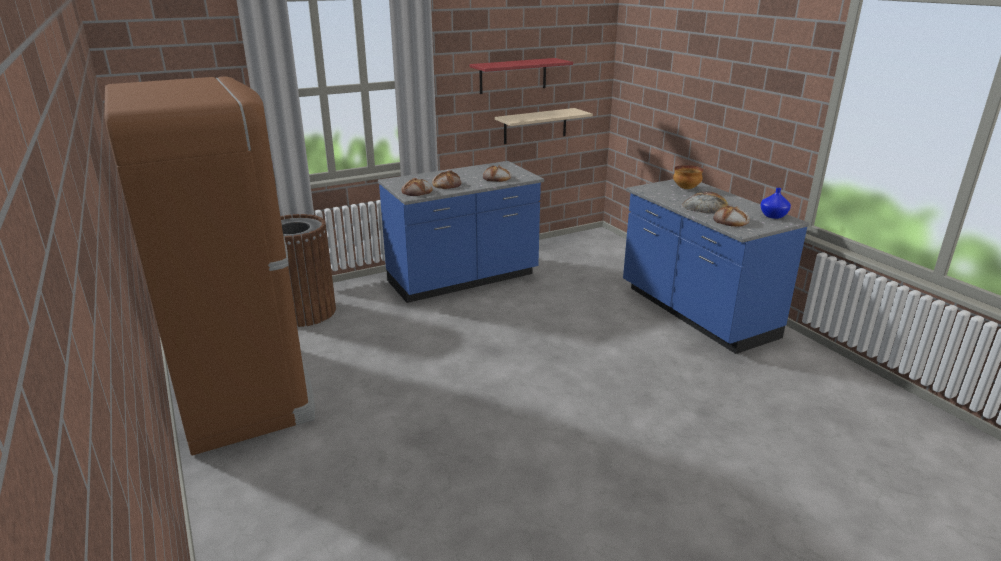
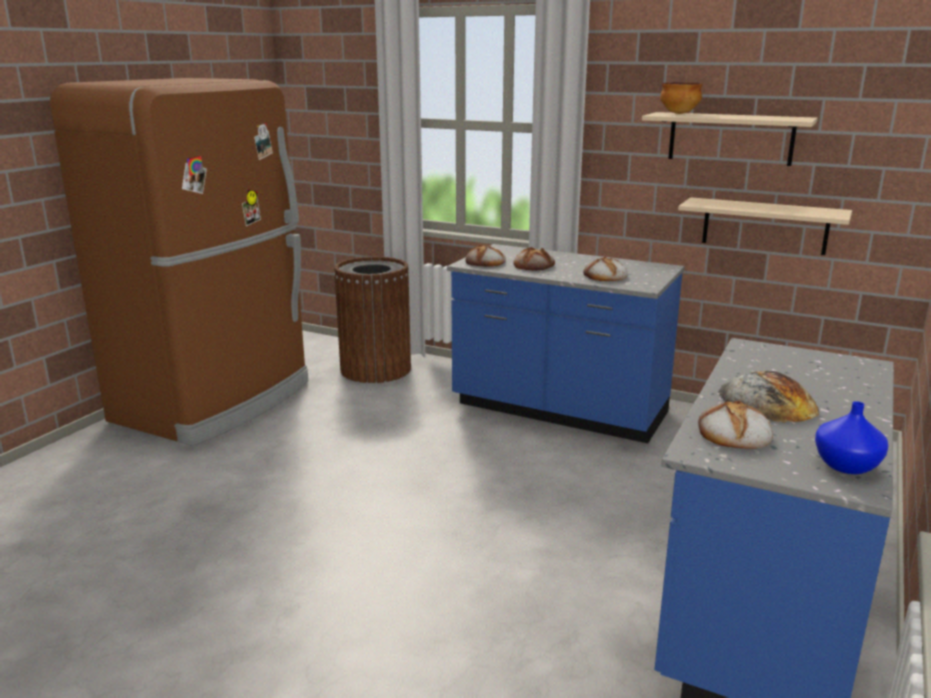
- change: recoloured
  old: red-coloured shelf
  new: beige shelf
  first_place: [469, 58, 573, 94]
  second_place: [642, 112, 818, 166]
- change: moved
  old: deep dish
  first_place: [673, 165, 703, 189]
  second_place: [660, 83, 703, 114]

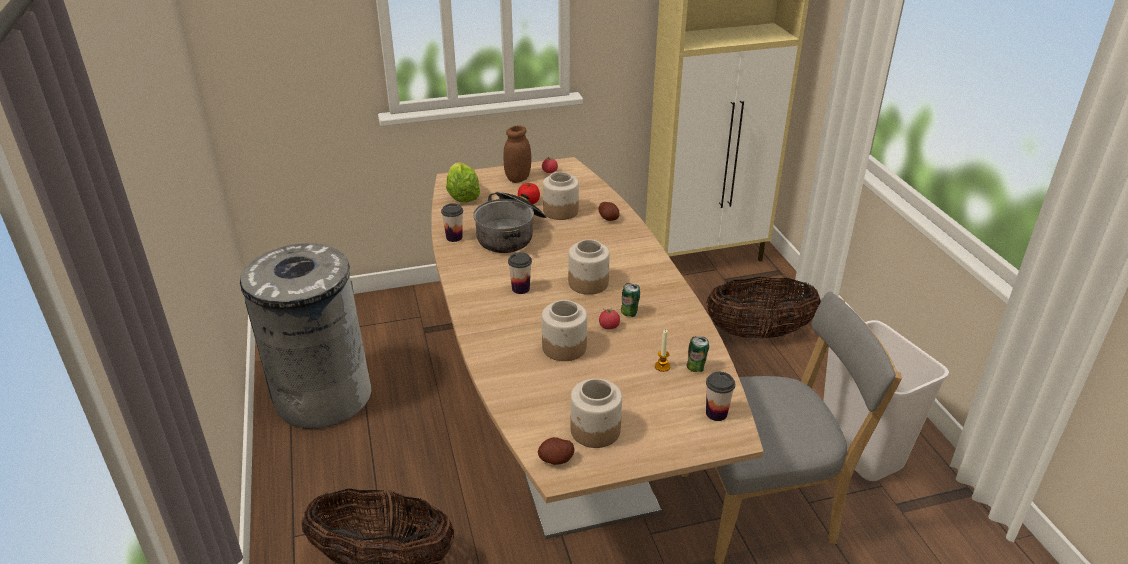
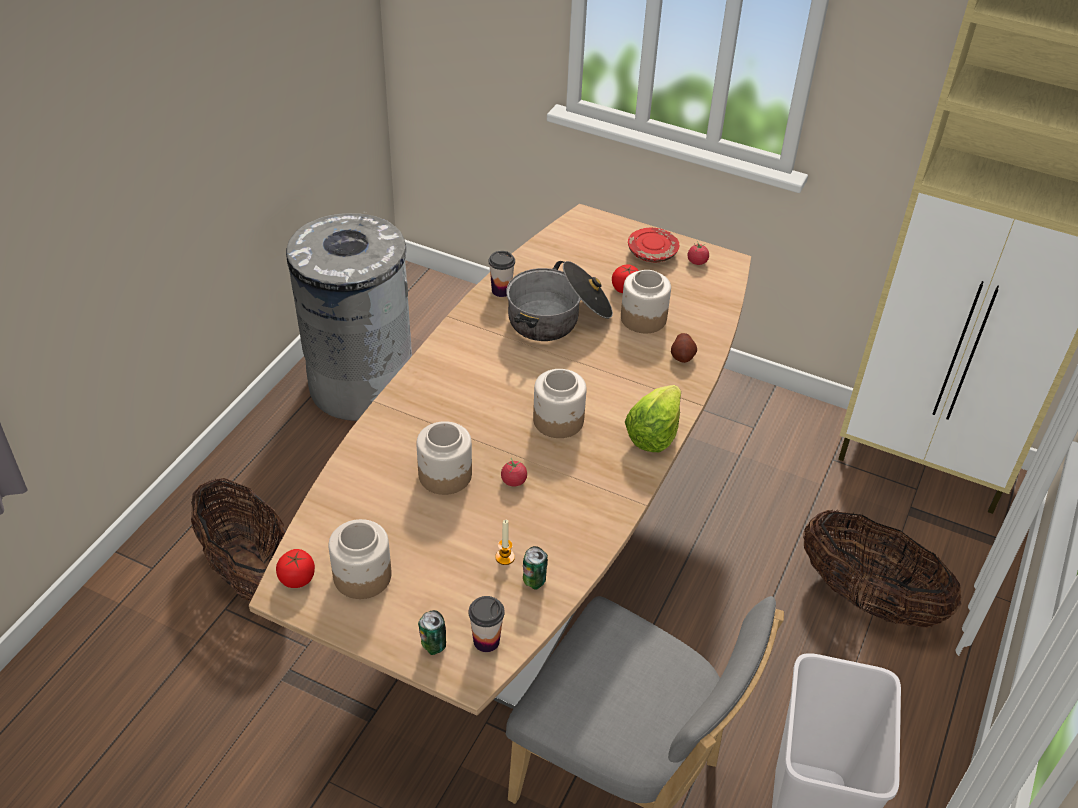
- change: replaced
  old: whole potato
  new: fresh tomato
  first_place: [538, 437, 575, 465]
  second_place: [276, 549, 315, 588]
- change: moved
  old: metal can
  first_place: [621, 283, 640, 317]
  second_place: [418, 610, 446, 655]
- change: moved
  old: head of lettuce
  first_place: [446, 162, 480, 203]
  second_place: [625, 385, 681, 453]
- change: replaced
  old: brown-coloured storage jar
  new: red-coloured plate
  first_place: [503, 125, 531, 183]
  second_place: [628, 228, 679, 262]
- change: removed
  old: small cup
  first_place: [508, 252, 532, 294]

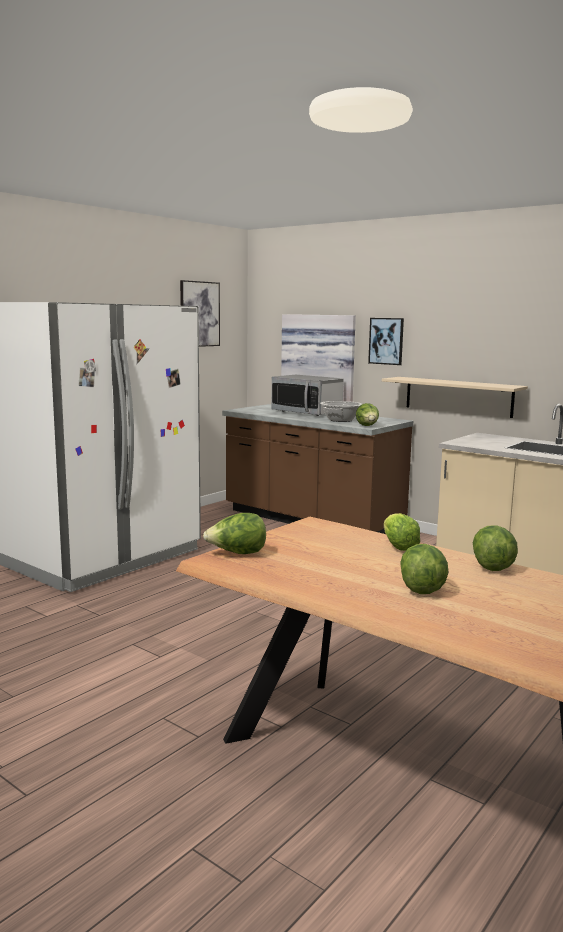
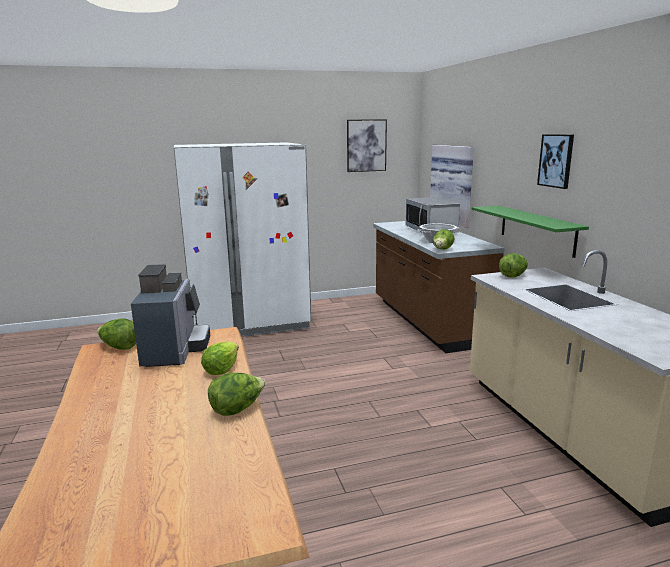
- change: added
  new: coffee machine
  second_place: [131, 264, 210, 367]
- change: recoloured
  old: beige shelf
  new: green-coloured shelf
  first_place: [382, 377, 528, 418]
  second_place: [472, 206, 589, 258]
- change: moved
  old: head of lettuce
  first_place: [400, 544, 449, 594]
  second_place: [499, 253, 528, 278]
- change: moved
  old: wall art
  first_place: [368, 318, 404, 365]
  second_place: [537, 134, 574, 189]

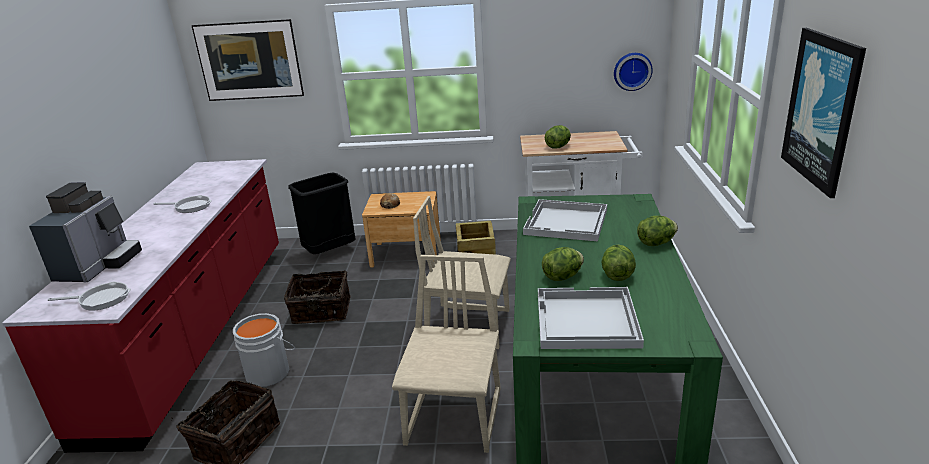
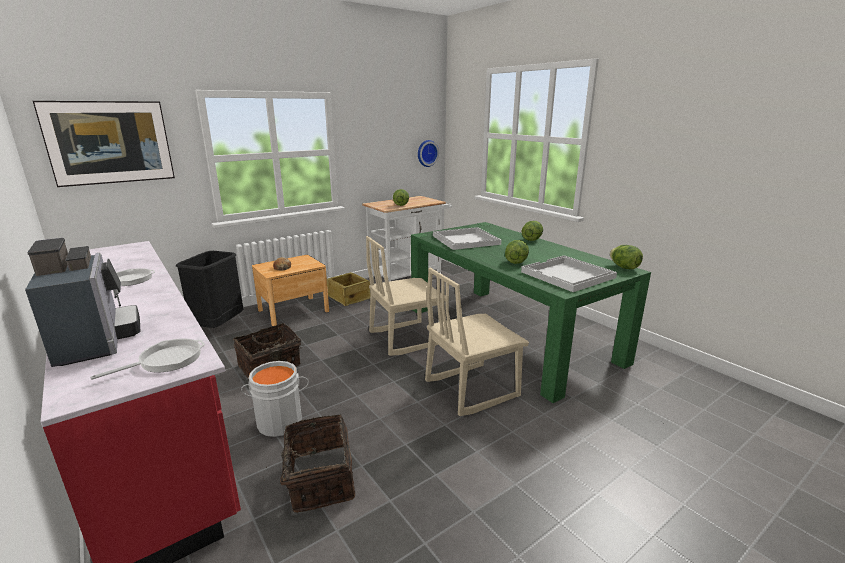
- change: turned
  old: beige plain chair
  first_place: [392, 255, 501, 453]
  second_place: [425, 267, 529, 416]
  degrees: -90
- change: moved
  old: head of lettuce
  first_place: [601, 245, 636, 281]
  second_place: [610, 245, 643, 269]
- change: removed
  old: wall art
  first_place: [781, 28, 866, 198]

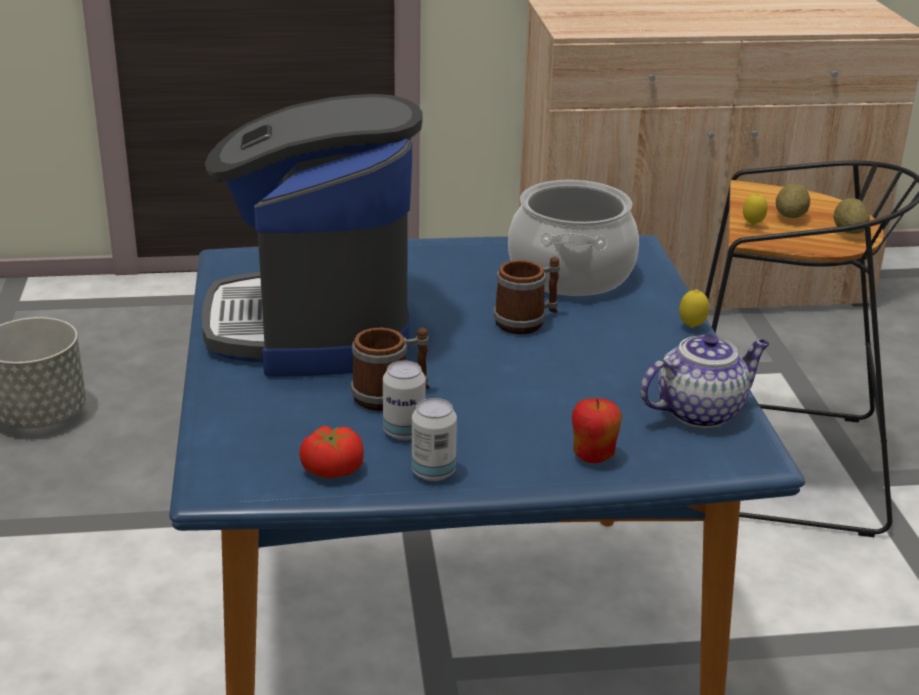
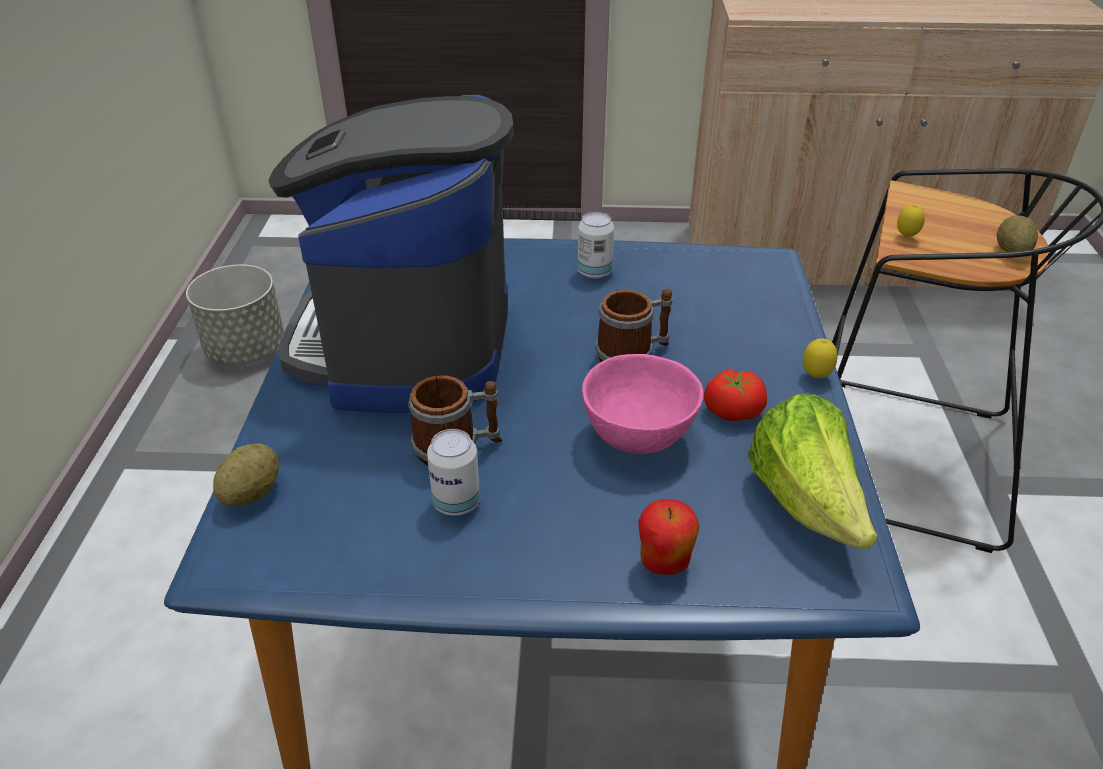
- change: moved
  old: whole potato
  first_place: [776, 183, 810, 218]
  second_place: [213, 444, 279, 507]
- change: moved
  old: metal can
  first_place: [412, 398, 457, 481]
  second_place: [577, 212, 614, 279]
- change: added
  new: pinkish deep dish
  second_place: [582, 354, 703, 454]
- change: moved
  old: fresh tomato
  first_place: [299, 425, 364, 478]
  second_place: [704, 368, 767, 421]
- change: replaced
  old: pot for tea
  new: head of lettuce
  first_place: [640, 334, 770, 428]
  second_place: [748, 394, 878, 549]
- change: removed
  old: saucepot
  first_place: [508, 180, 639, 296]

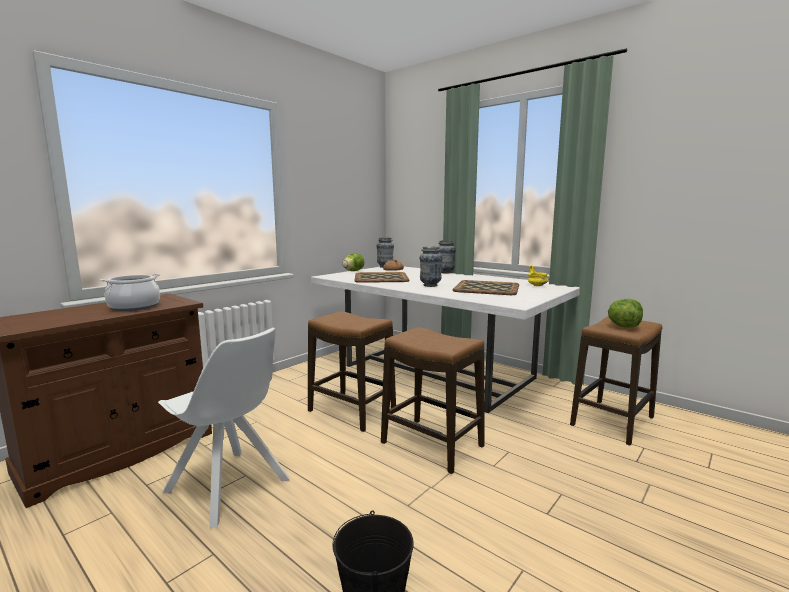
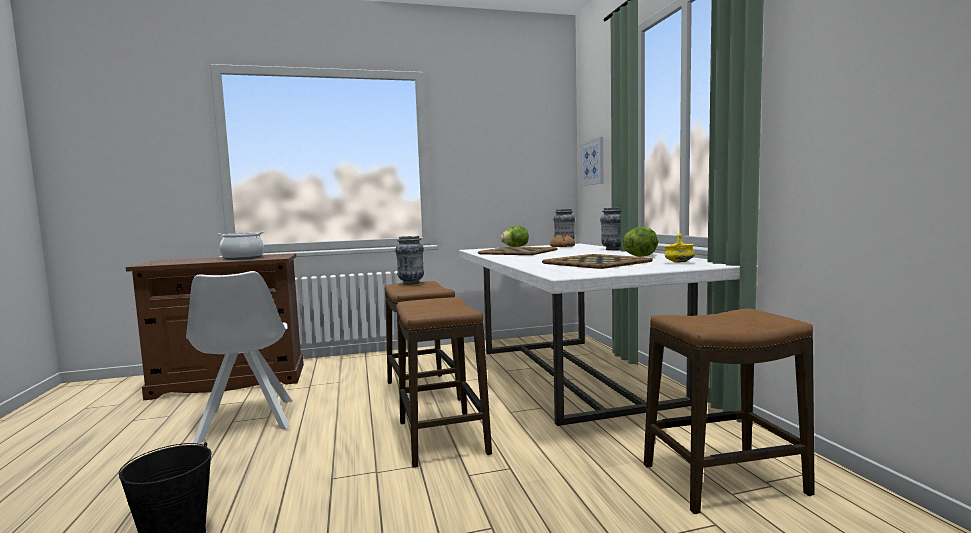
- change: moved
  old: flower vase
  first_place: [420, 246, 443, 287]
  second_place: [395, 236, 424, 285]
- change: added
  new: wall art
  second_place: [580, 137, 603, 186]
- change: moved
  old: head of lettuce
  first_place: [608, 299, 643, 328]
  second_place: [623, 227, 659, 257]

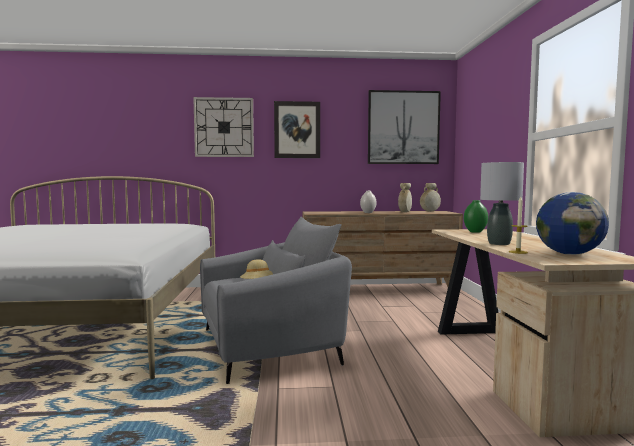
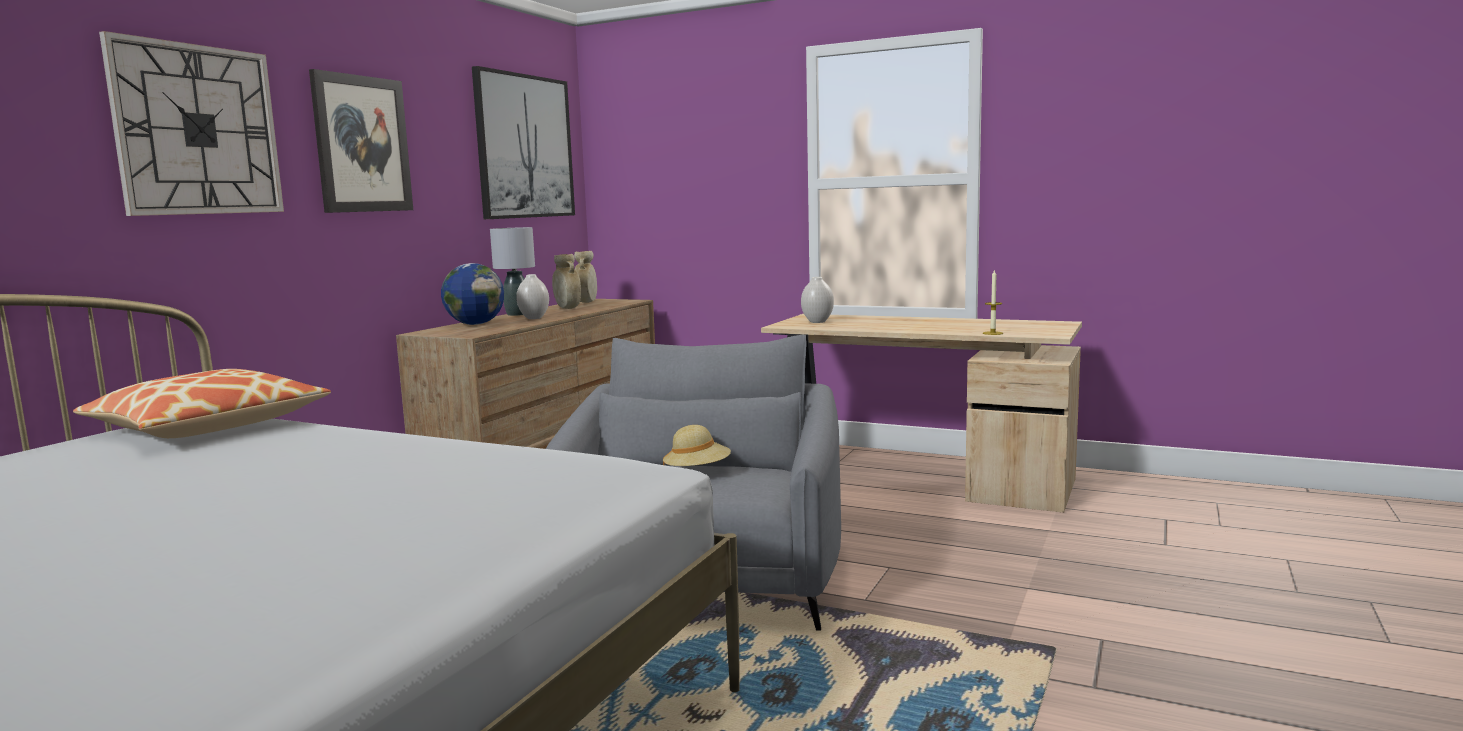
- change: added
  new: pillow
  second_place: [73, 369, 331, 438]
- change: moved
  old: desk globe
  first_place: [536, 192, 609, 255]
  second_place: [441, 263, 504, 325]
- change: moved
  old: gray lamp for a table
  first_place: [480, 162, 524, 245]
  second_place: [490, 227, 535, 316]
- change: recoloured
  old: green-coloured flower vase
  new: white flower vase
  first_place: [464, 200, 488, 233]
  second_place: [801, 277, 834, 323]

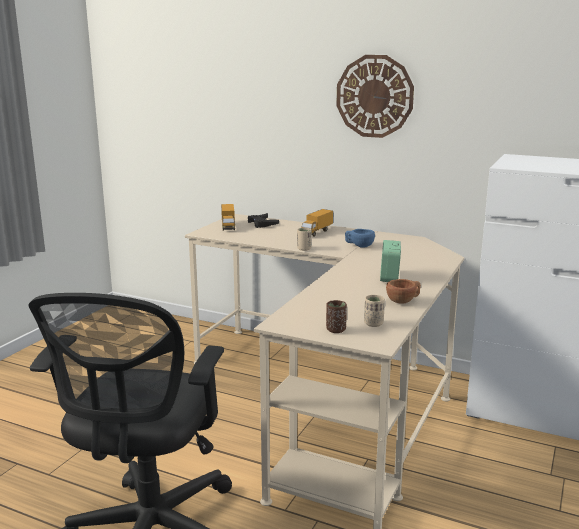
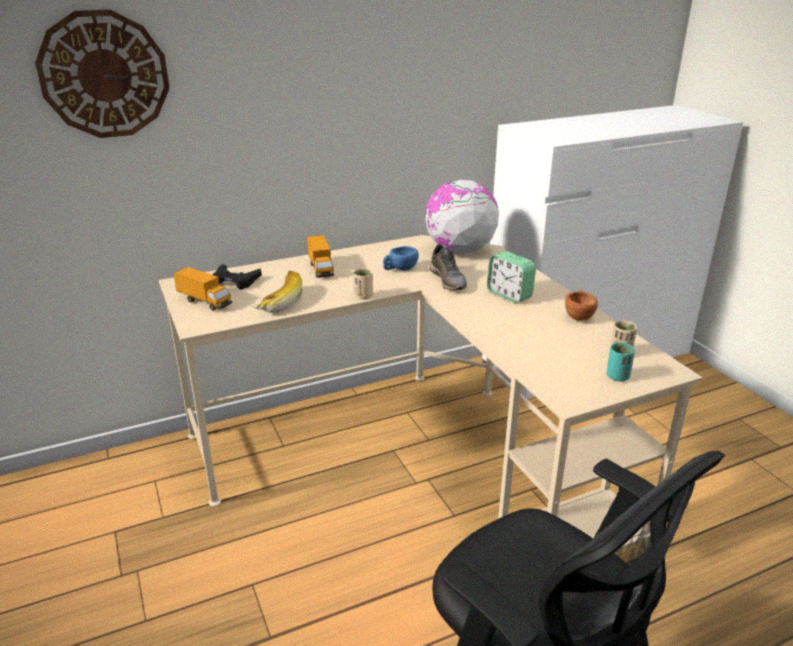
- change: moved
  old: wall clock
  first_place: [336, 55, 414, 138]
  second_place: [35, 9, 170, 138]
- change: added
  new: banana fruit
  second_place: [253, 271, 302, 313]
- change: added
  new: desk globe
  second_place: [425, 179, 499, 254]
- change: added
  new: gray low shoe
  second_place: [429, 244, 467, 290]
- change: recoloured
  old: brown-coloured small cup
  new: turquoise-coloured small cup
  first_place: [326, 300, 347, 333]
  second_place: [607, 343, 635, 382]

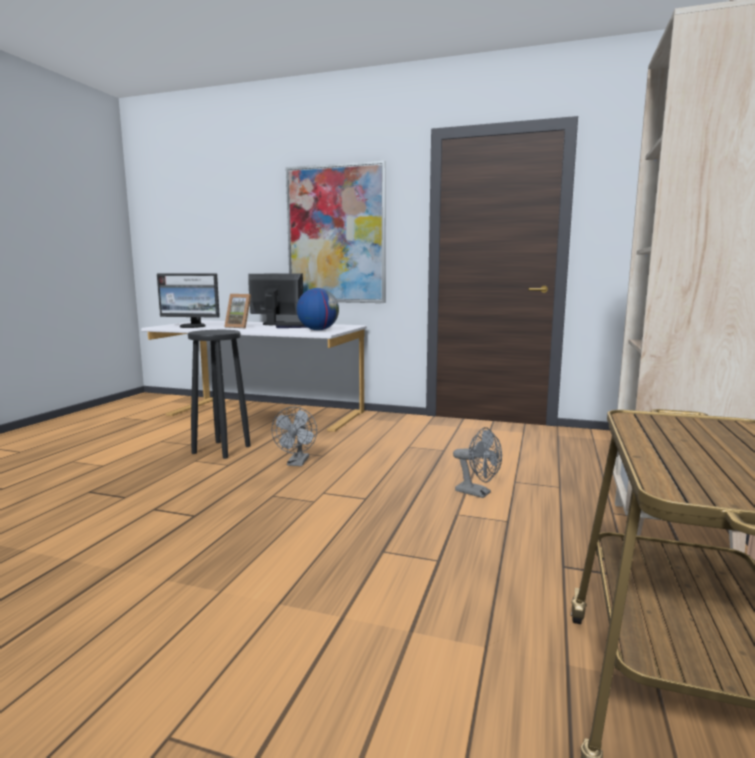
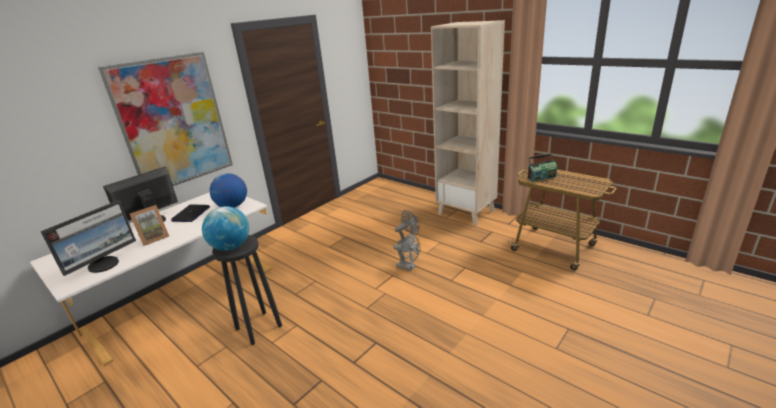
- change: added
  new: desk globe
  second_place: [202, 206, 249, 251]
- change: moved
  old: gray electric fan
  first_place: [271, 407, 317, 466]
  second_place: [393, 233, 421, 271]
- change: added
  new: radio set
  second_place: [527, 153, 557, 182]

